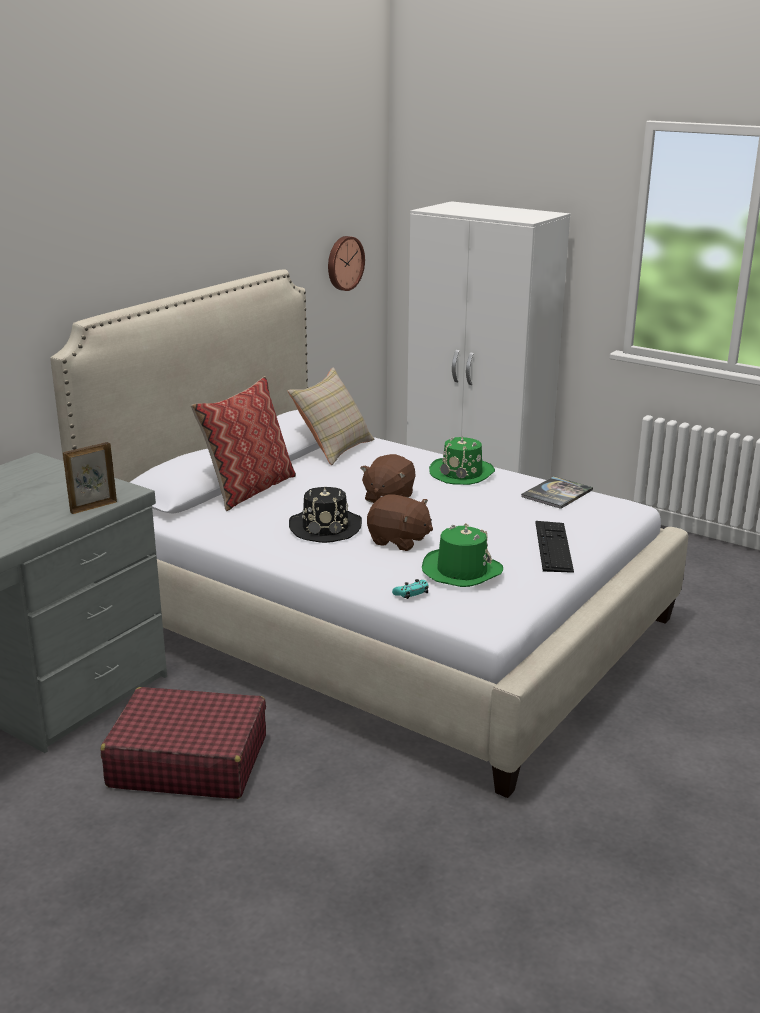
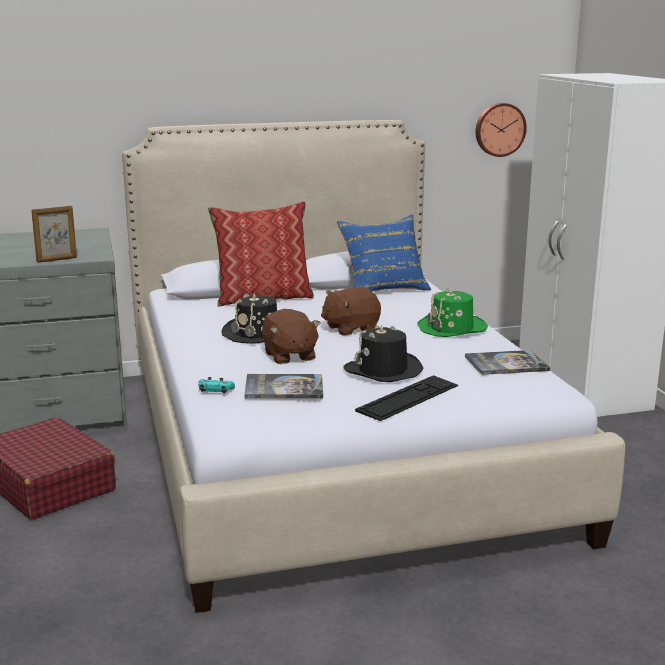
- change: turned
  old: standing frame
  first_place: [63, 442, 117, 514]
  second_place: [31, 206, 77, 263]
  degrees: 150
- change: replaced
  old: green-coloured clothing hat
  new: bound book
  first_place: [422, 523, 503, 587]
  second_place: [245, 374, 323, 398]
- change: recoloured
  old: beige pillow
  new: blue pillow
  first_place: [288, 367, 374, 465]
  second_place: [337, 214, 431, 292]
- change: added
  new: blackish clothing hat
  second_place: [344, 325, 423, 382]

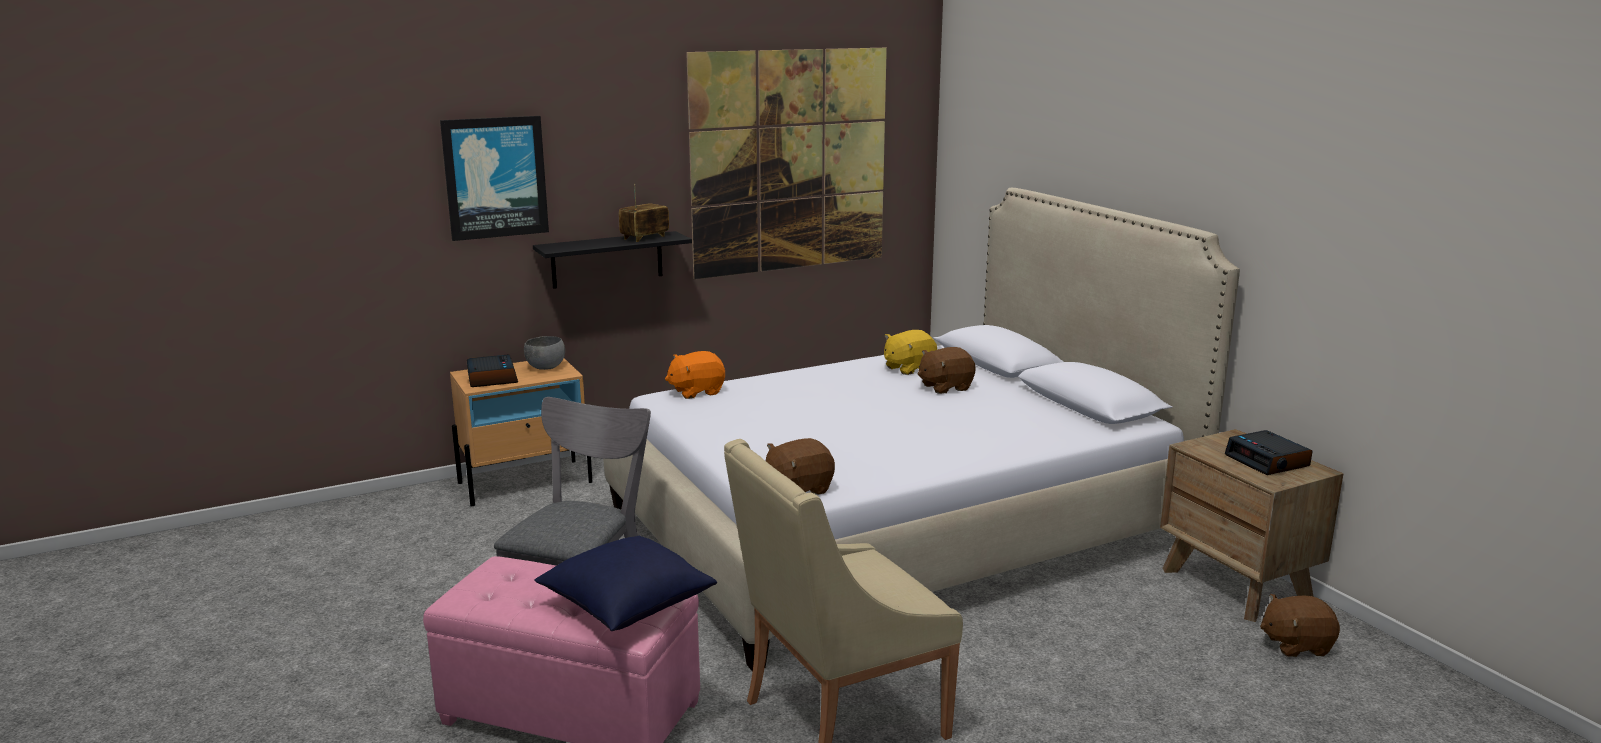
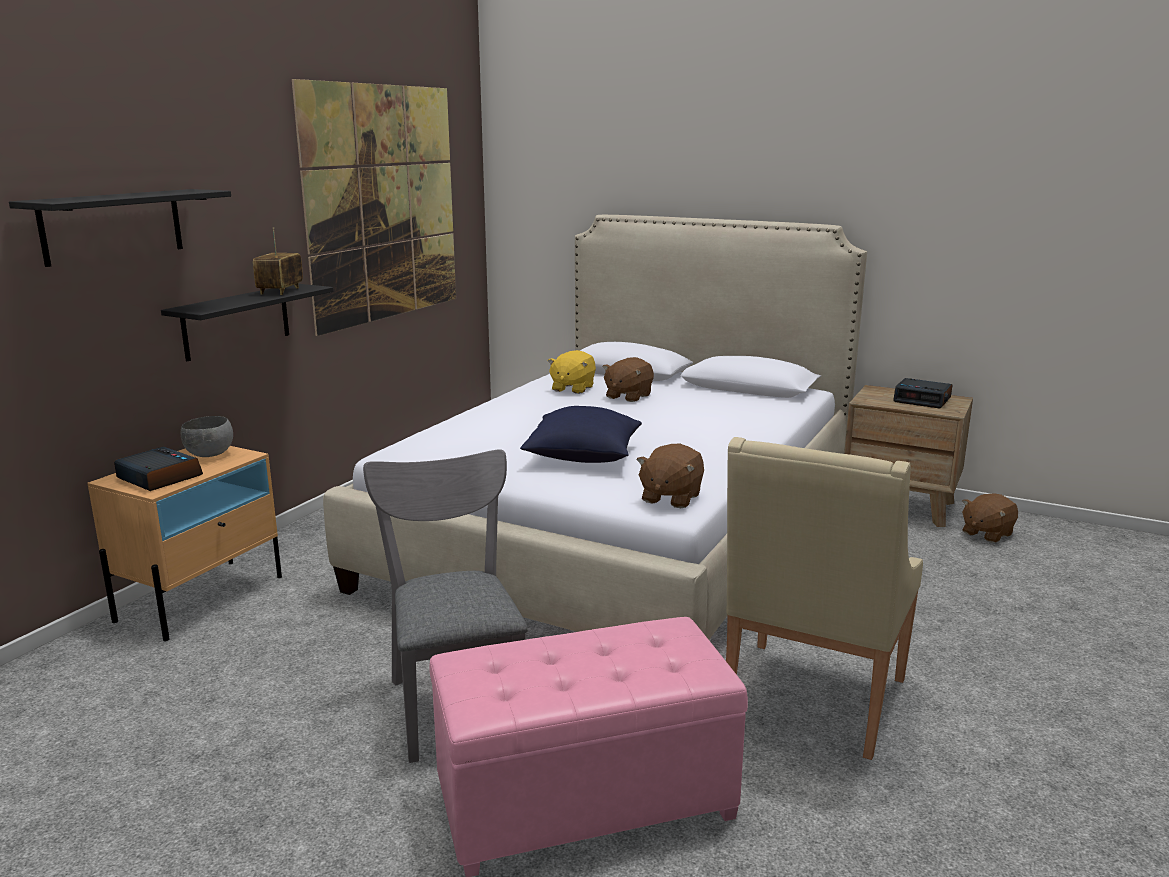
- change: replaced
  old: wall art
  new: blackish shelf
  first_place: [440, 116, 549, 241]
  second_place: [9, 189, 231, 267]
- change: moved
  old: blue pillow
  first_place: [534, 536, 717, 631]
  second_place: [520, 406, 642, 463]
- change: removed
  old: orangey cuddly toy
  first_place: [665, 351, 725, 399]

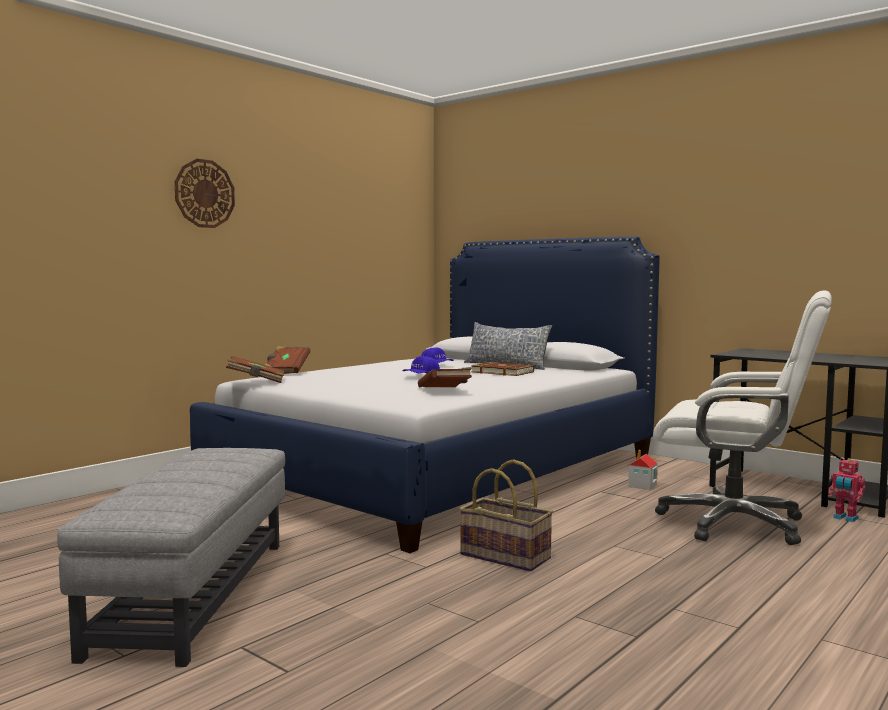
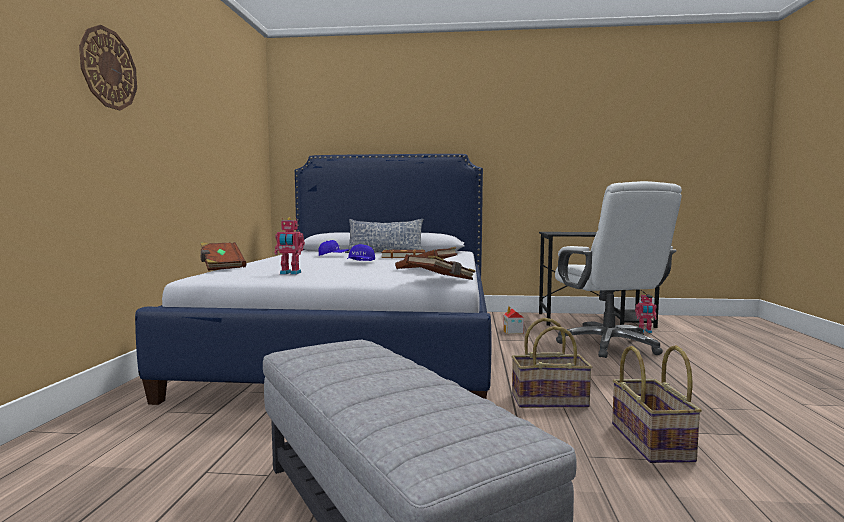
- change: added
  new: model robot
  second_place: [274, 217, 305, 275]
- change: moved
  old: brown-coloured bound book
  first_place: [226, 356, 284, 383]
  second_place: [404, 254, 476, 280]
- change: turned
  old: white office chair
  first_place: [653, 290, 832, 545]
  second_place: [555, 181, 682, 358]
  degrees: 90
- change: added
  new: basket
  second_place: [612, 345, 702, 463]

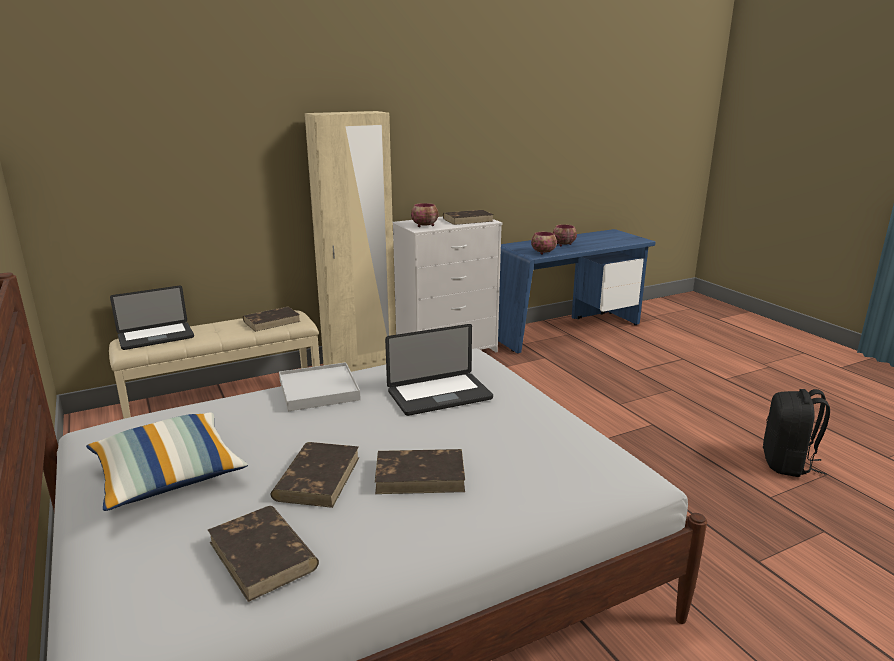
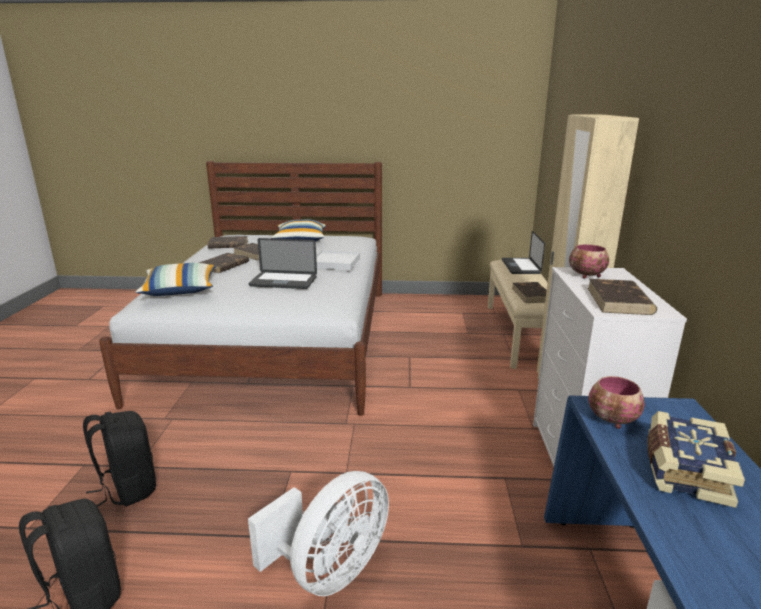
- change: added
  new: blackish backpack
  second_place: [83, 411, 156, 507]
- change: added
  new: pillow
  second_place: [136, 263, 216, 296]
- change: added
  new: white electric fan
  second_place: [248, 471, 389, 596]
- change: turned
  old: portable computer
  first_place: [385, 324, 493, 416]
  second_place: [249, 238, 317, 289]
  degrees: -90
- change: replaced
  old: deep dish
  new: bound book
  first_place: [553, 224, 577, 247]
  second_place: [647, 411, 745, 508]

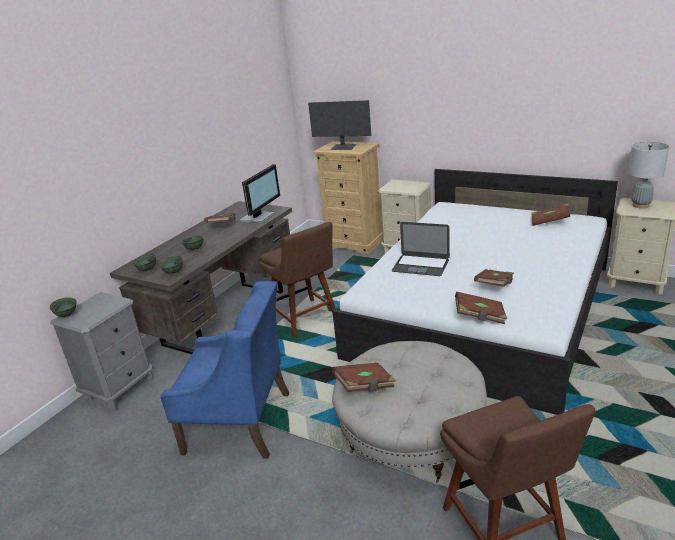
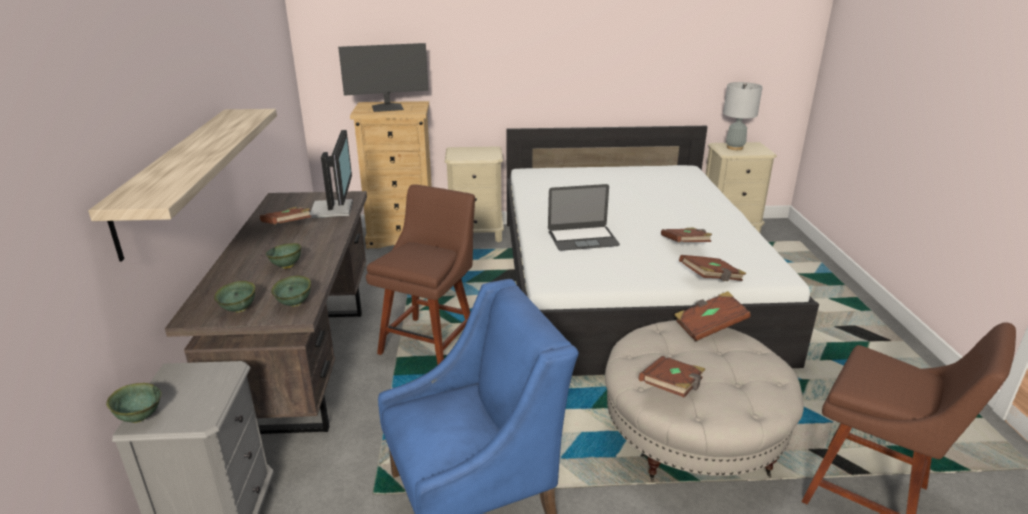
- change: added
  new: shelf
  second_place: [88, 109, 277, 261]
- change: turned
  old: brown-coloured plain chair
  first_place: [260, 222, 336, 337]
  second_place: [366, 184, 475, 365]
  degrees: -90
- change: moved
  old: brown-coloured bound book
  first_place: [531, 204, 570, 226]
  second_place: [674, 291, 751, 341]

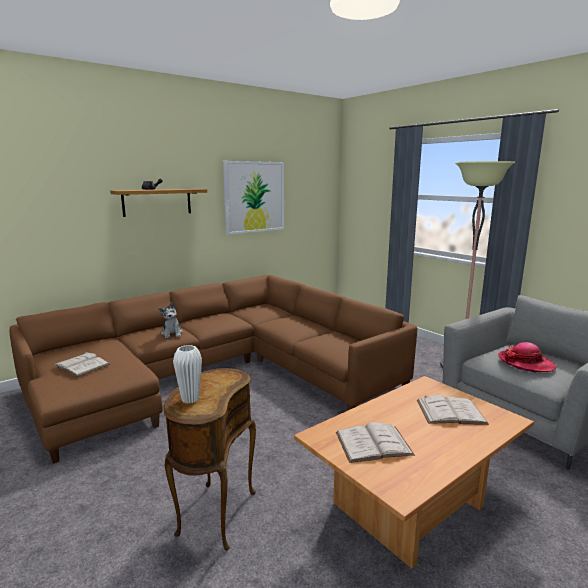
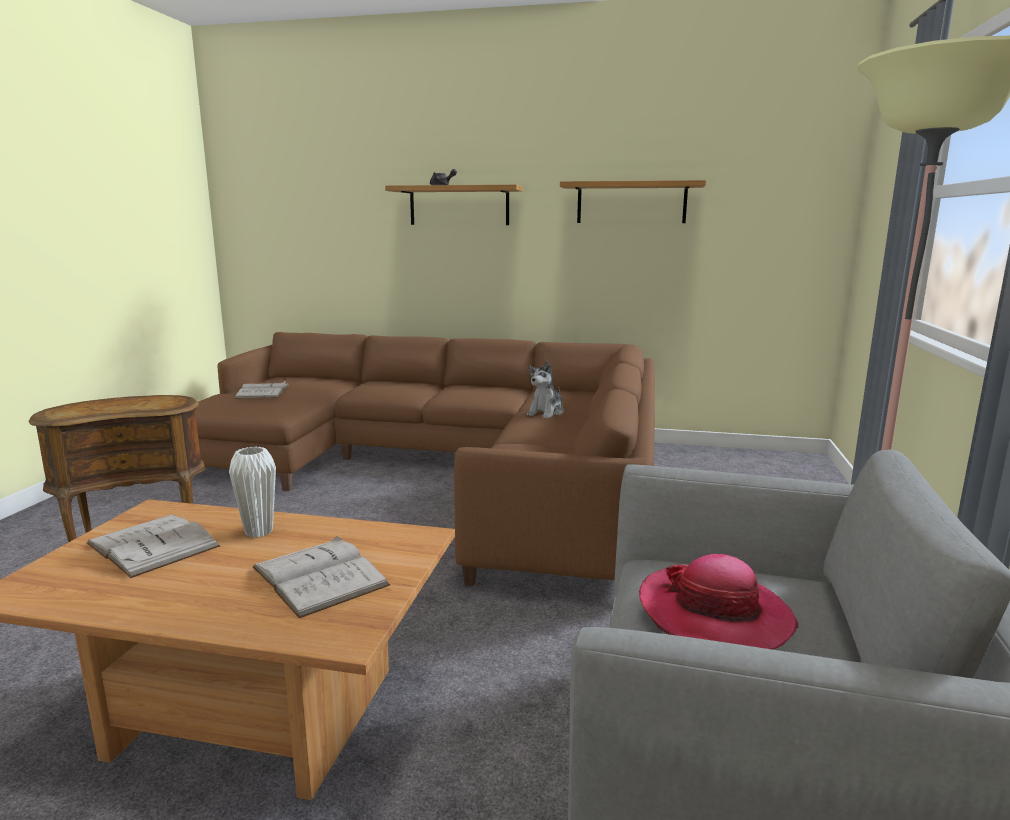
- change: moved
  old: white flower vase
  first_place: [173, 345, 202, 404]
  second_place: [229, 447, 276, 538]
- change: moved
  old: cuddly toy
  first_place: [159, 302, 183, 338]
  second_place: [527, 361, 564, 418]
- change: replaced
  old: wall art
  new: shelf
  first_place: [223, 161, 284, 234]
  second_place: [560, 180, 706, 223]

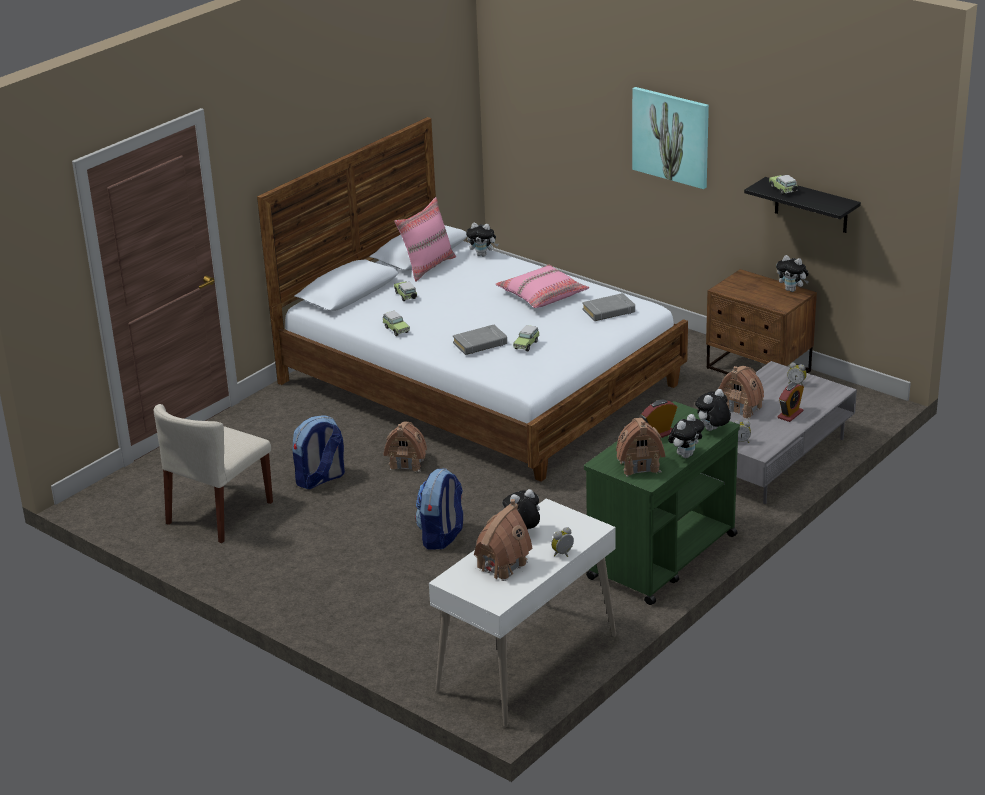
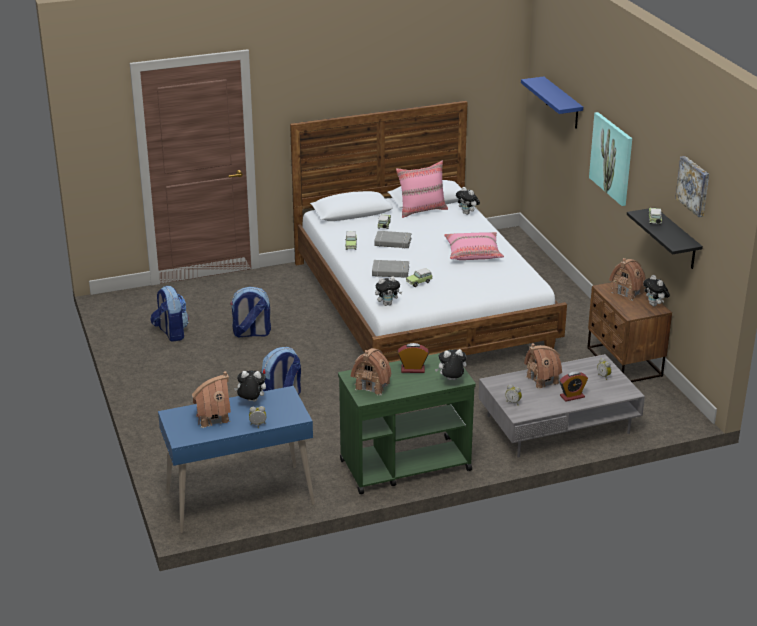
- change: replaced
  old: beige plain chair
  new: backpack
  first_place: [154, 404, 273, 543]
  second_place: [150, 286, 189, 342]
- change: recoloured
  old: white desk table
  new: blue desk table
  first_place: [429, 498, 616, 728]
  second_place: [158, 386, 315, 534]
- change: moved
  old: gray bound book
  first_place: [582, 293, 635, 321]
  second_place: [375, 231, 412, 249]
- change: moved
  old: cuddly toy
  first_place: [668, 414, 704, 458]
  second_place: [375, 276, 402, 306]
- change: added
  new: blue shelf
  second_place: [521, 76, 583, 129]
- change: moved
  old: miniature house
  first_place: [383, 421, 427, 472]
  second_place: [609, 258, 646, 301]
- change: added
  new: wall art
  second_place: [675, 156, 709, 217]

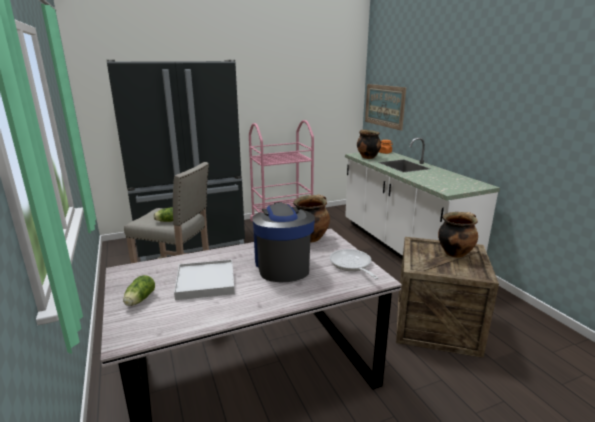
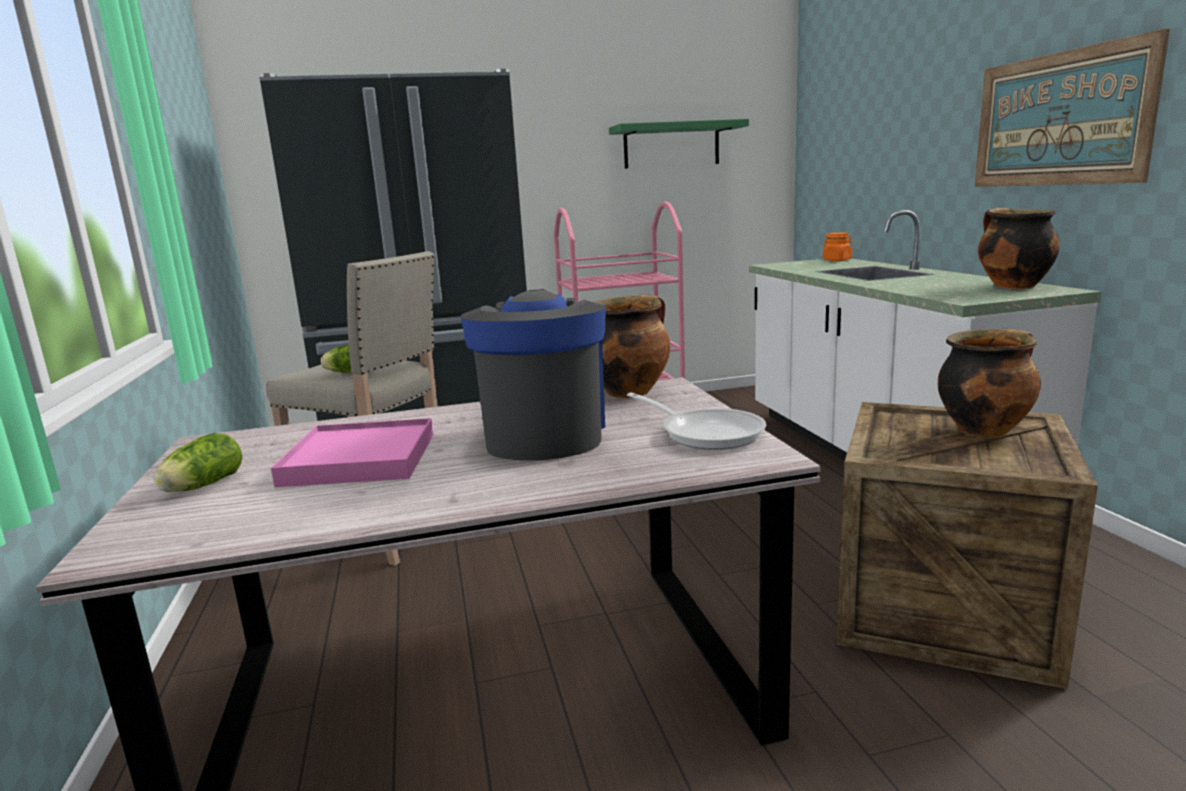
- change: recoloured
  old: white serving tray
  new: pinkish serving tray
  first_place: [174, 260, 235, 300]
  second_place: [271, 418, 433, 487]
- change: added
  new: green-coloured shelf
  second_place: [609, 119, 749, 169]
- change: turned
  old: frying pan
  first_place: [330, 249, 378, 279]
  second_place: [627, 393, 766, 450]
  degrees: 150
- change: moved
  old: wall art
  first_place: [365, 84, 406, 131]
  second_place: [975, 28, 1170, 187]
- change: moved
  old: saucepot
  first_place: [357, 130, 381, 159]
  second_place: [978, 208, 1060, 289]

